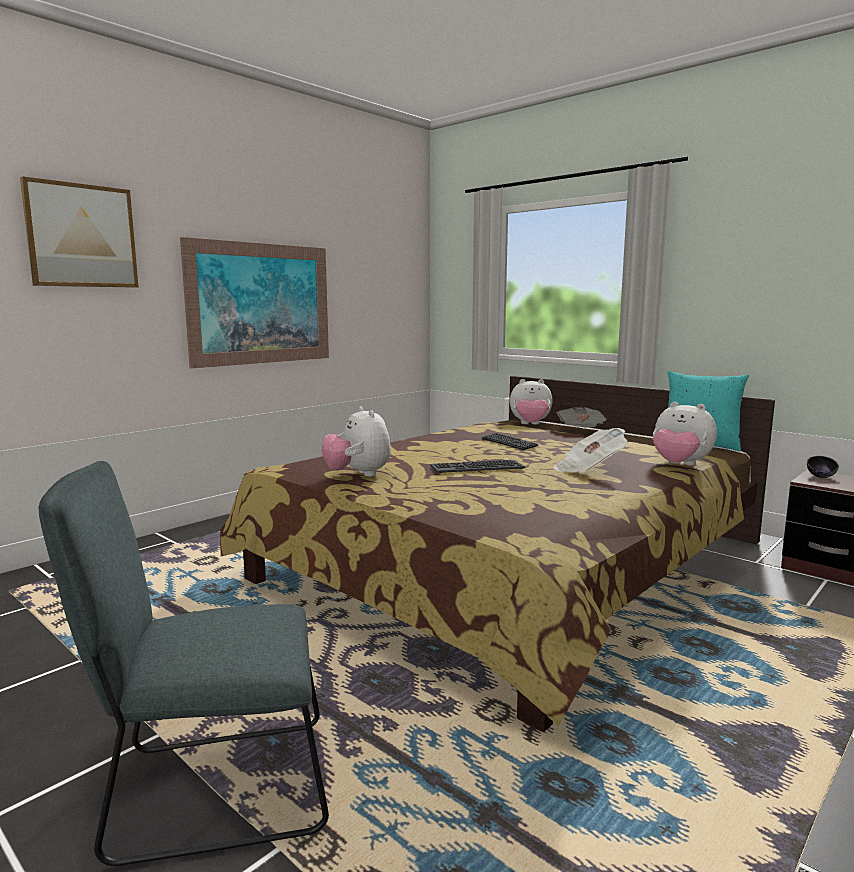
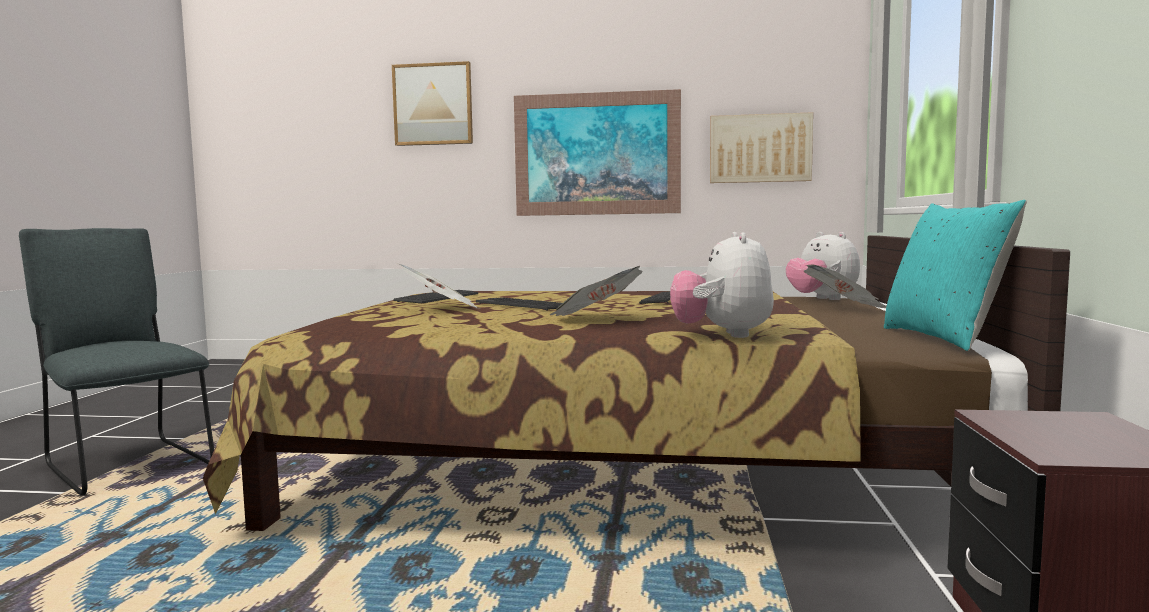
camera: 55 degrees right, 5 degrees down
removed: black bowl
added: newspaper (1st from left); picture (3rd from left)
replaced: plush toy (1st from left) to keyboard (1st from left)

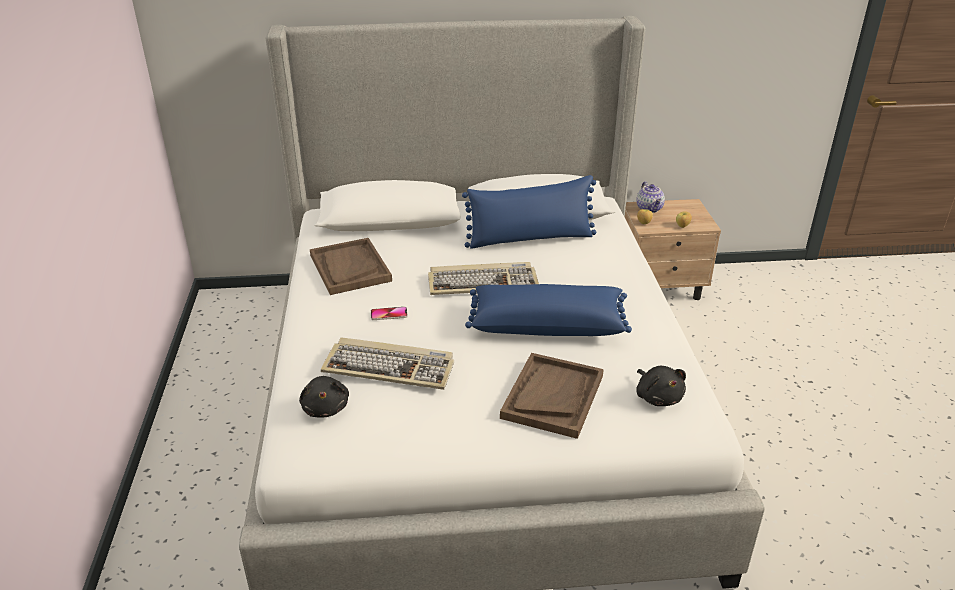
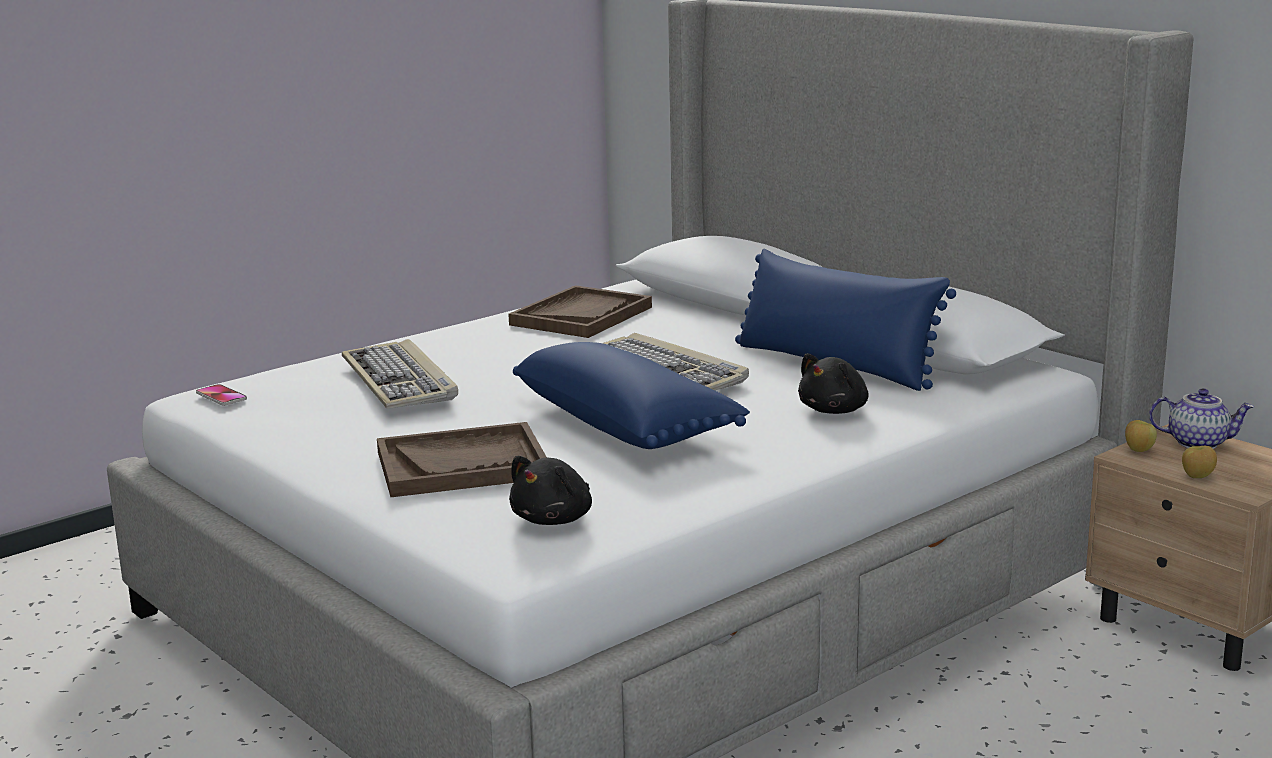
camera: 55 degrees right, 15 degrees down
moved: phone; black plush toy (1st from left in the first image) to black plush toy (2nd from left)
turned: teapot 120 degrees counterclockwise

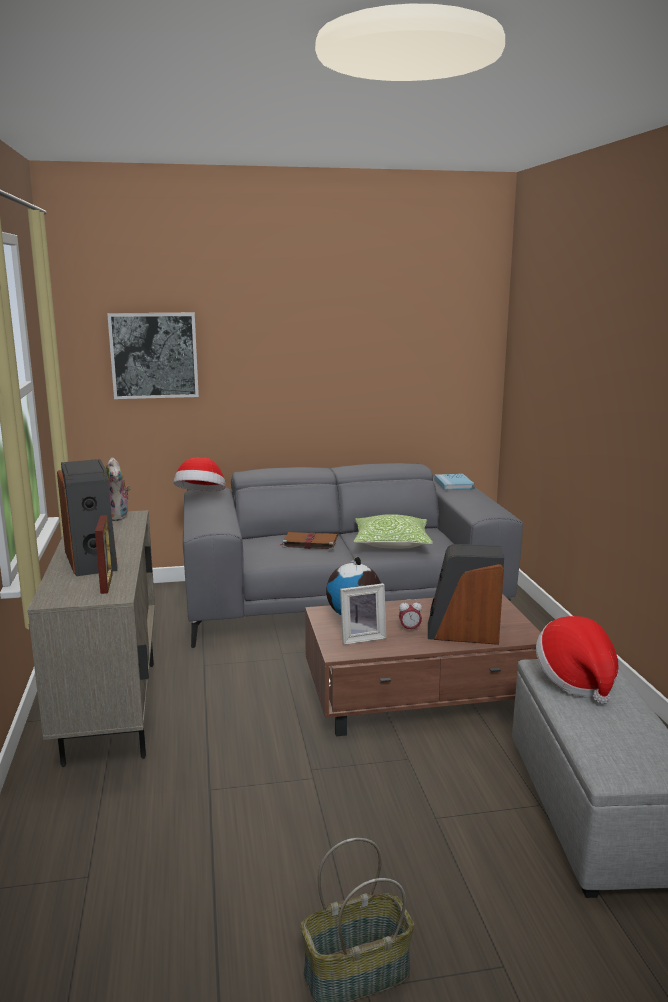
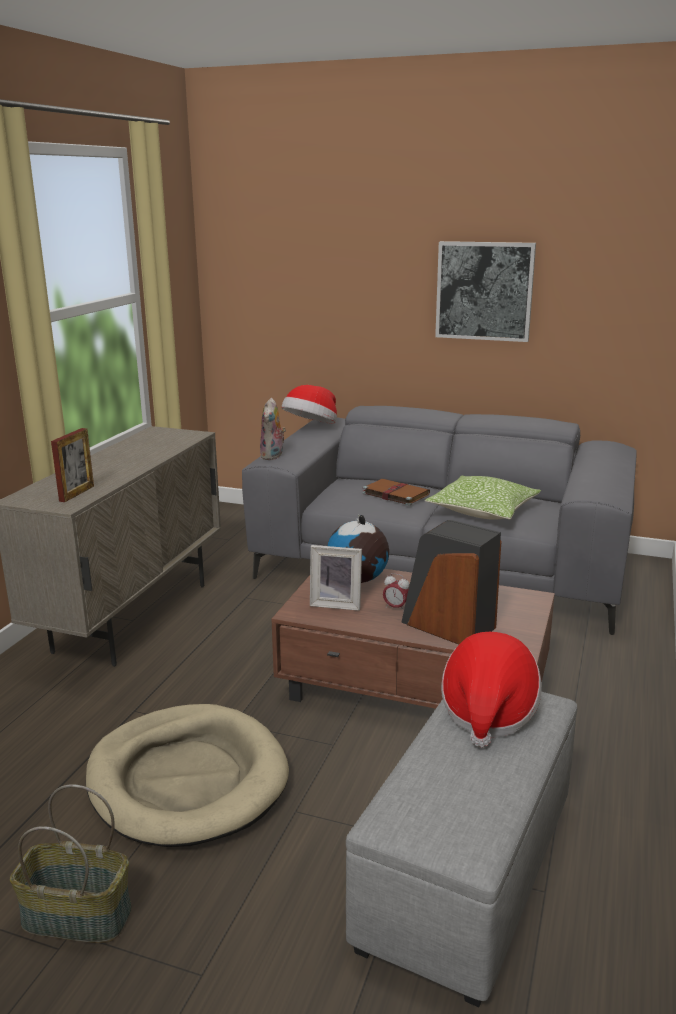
camera: 30 degrees right, 5 degrees up
removed: speaker (1st from left); blue book
added: beige dog bed
moved: plush toy; picture

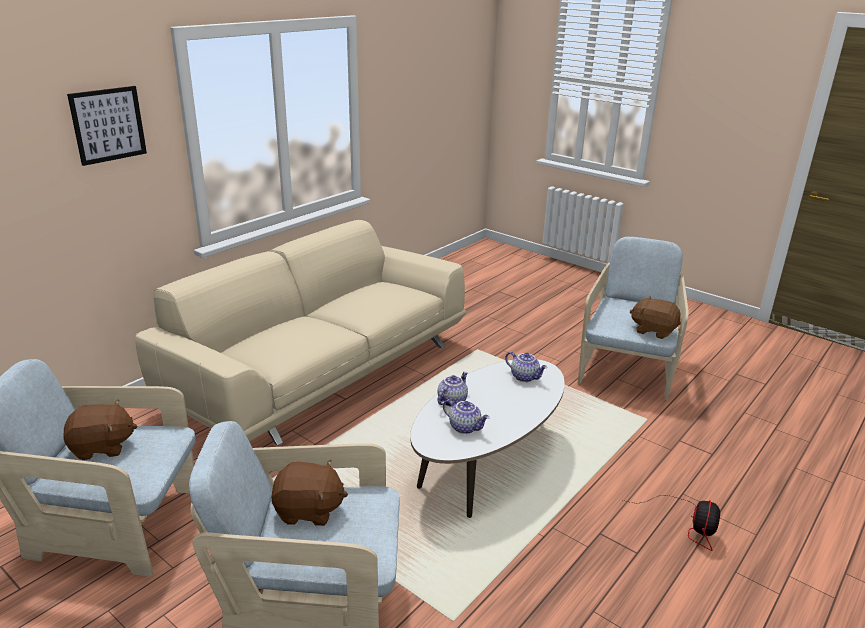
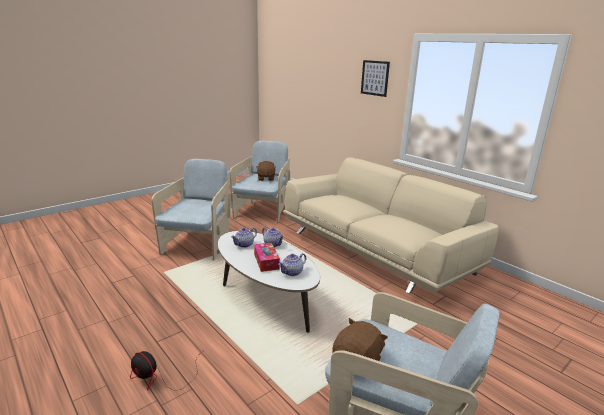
camera: 100 degrees right, 5 degrees down
removed: brown plush toy (2nd from left)
added: tissue box

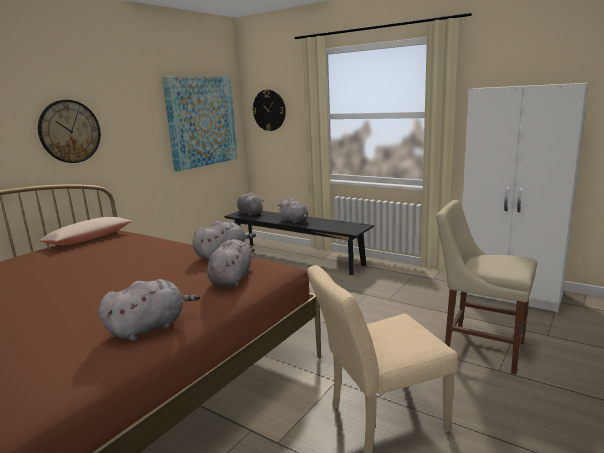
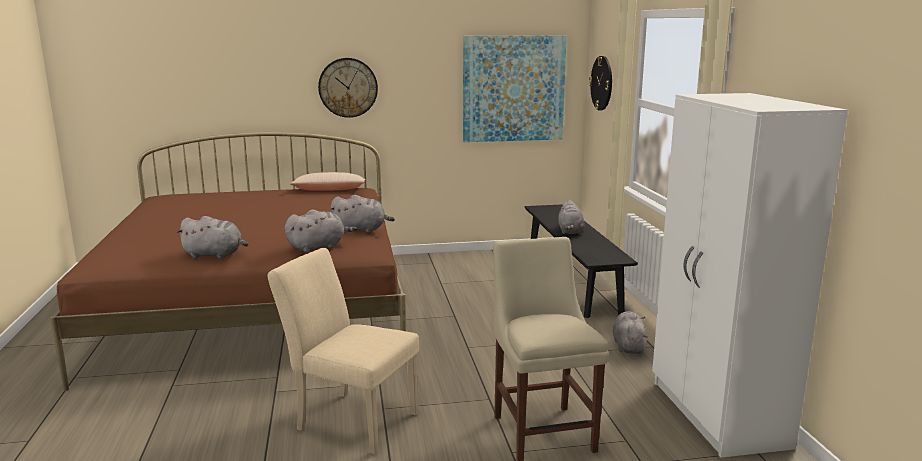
camera: 45 degrees right, 0 degrees up
moved: grey plush toy (4th from left in the first image) to grey plush toy (5th from left)

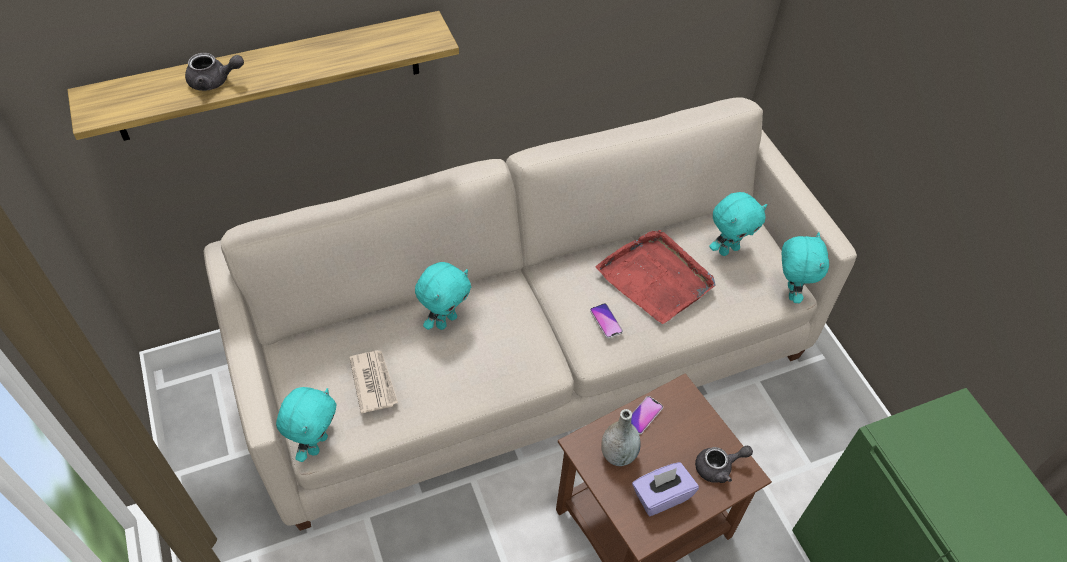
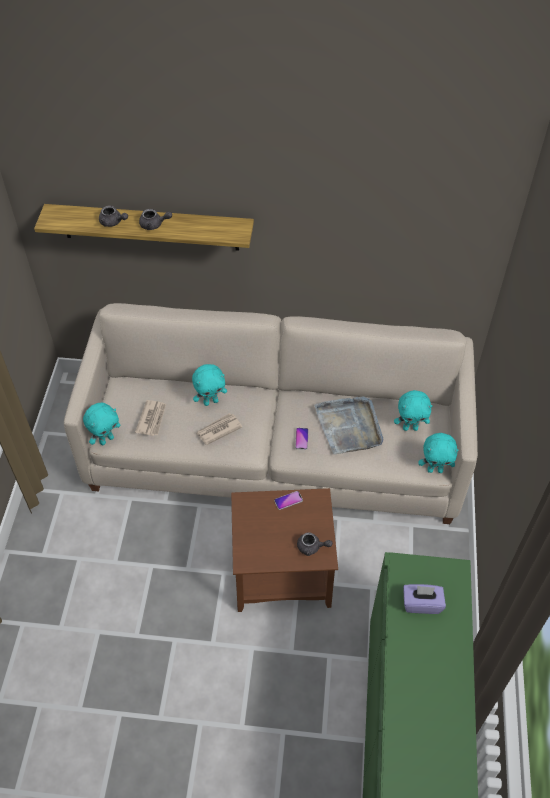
camera: 30 degrees right, 0 degrees up
removed: grey vase
added: grey teapot (2nd from left); newspaper (2nd from left)
moved: purple tissue box
recoloured: red tray to grey tray
turned: turquoise plush toy (4th from left) 60 degrees clockwise

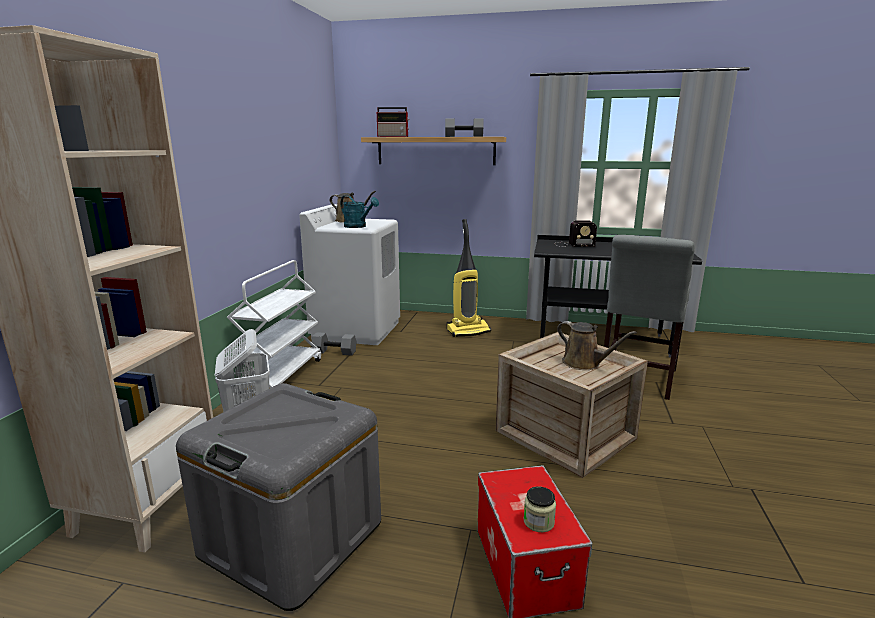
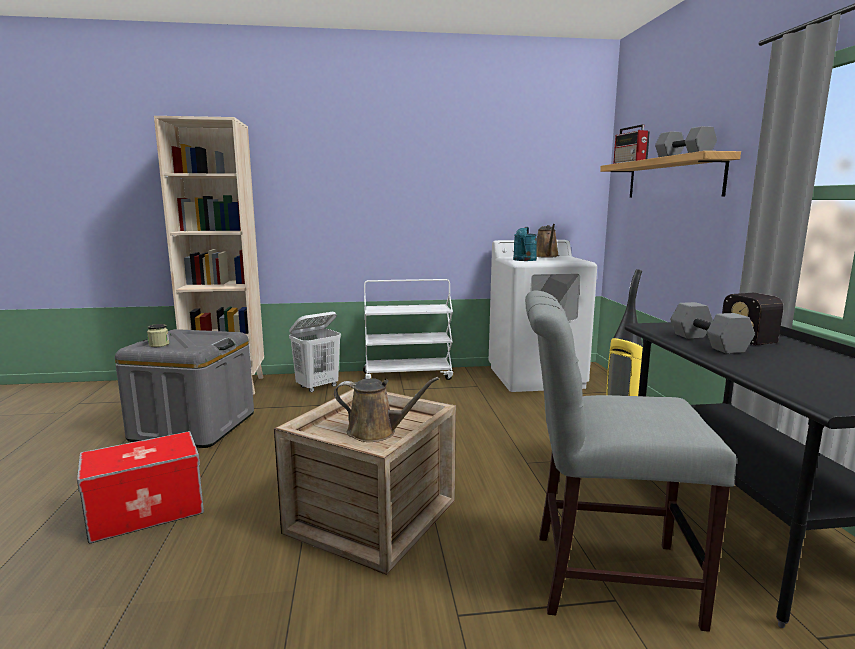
camera: 70 degrees right, 5 degrees down
moved: jar; grey dumbbell (1st from left in the first image) to grey dumbbell (2nd from left)
turned: brown watering can (2nd from left in the first image) 105 degrees counterclockwise

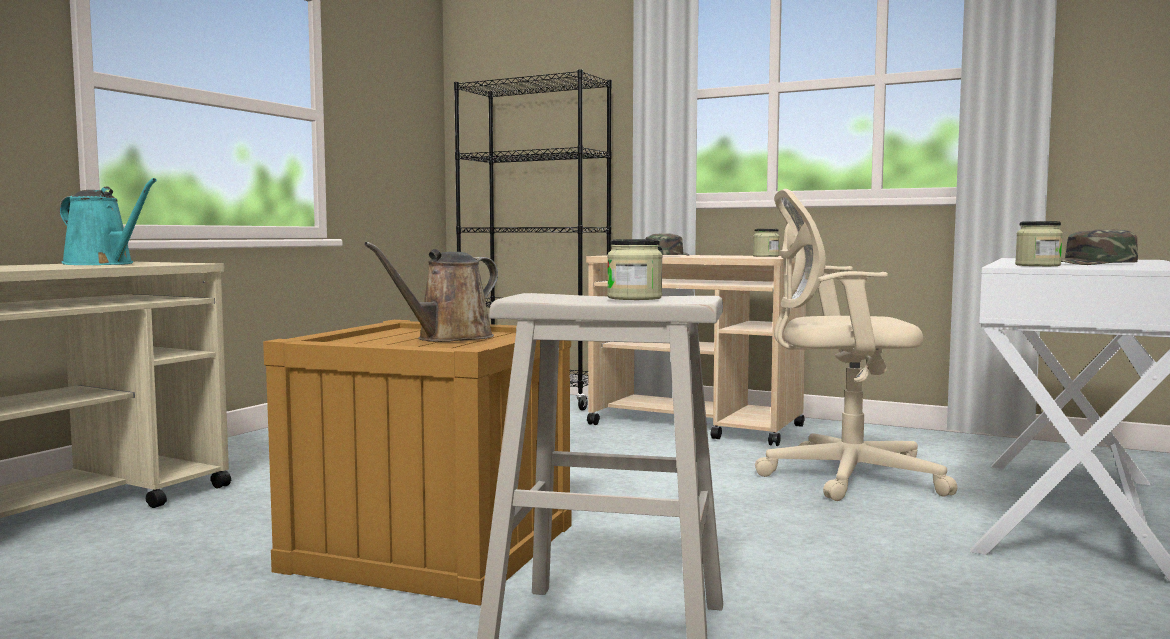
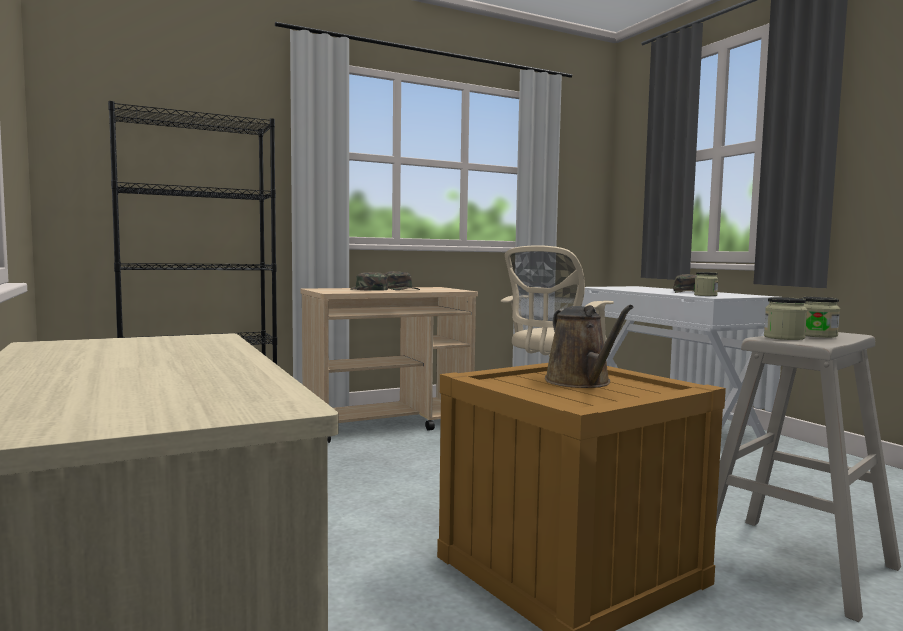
camera: 55 degrees left, 0 degrees up
removed: turquoise watering can
added: green cap (2nd from left)
moved: jar (2nd from left)

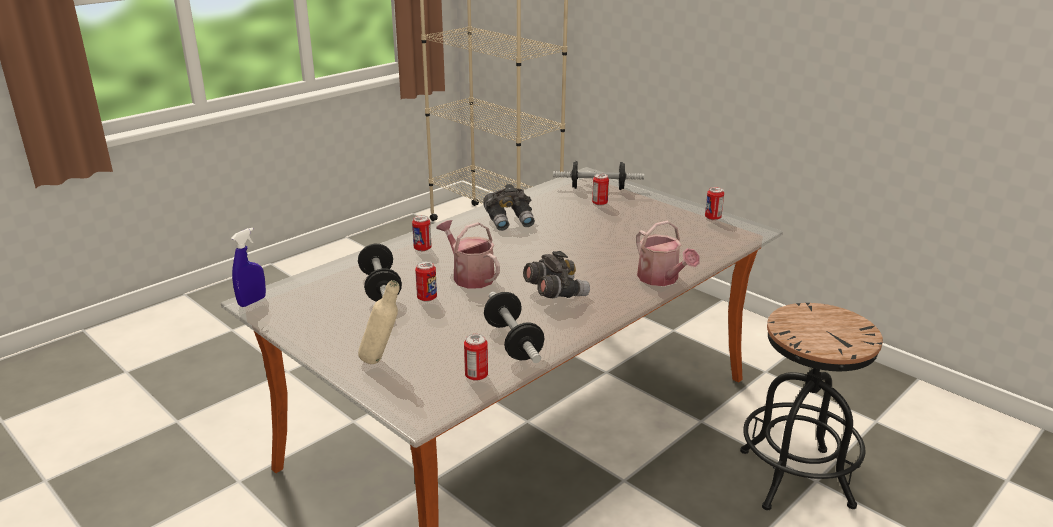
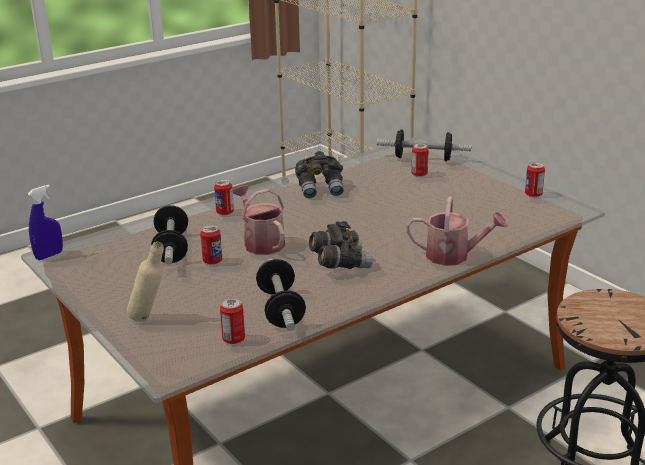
camera: 10 degrees right, 0 degrees up
turned: watering can (2nd from left) 60 degrees counterclockwise

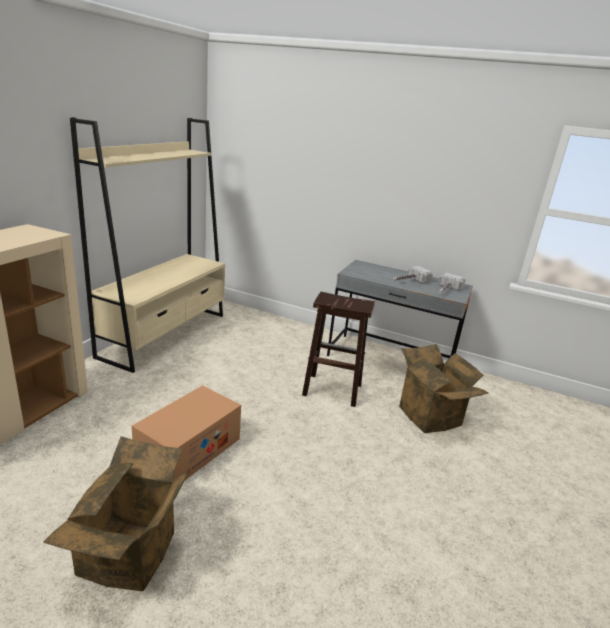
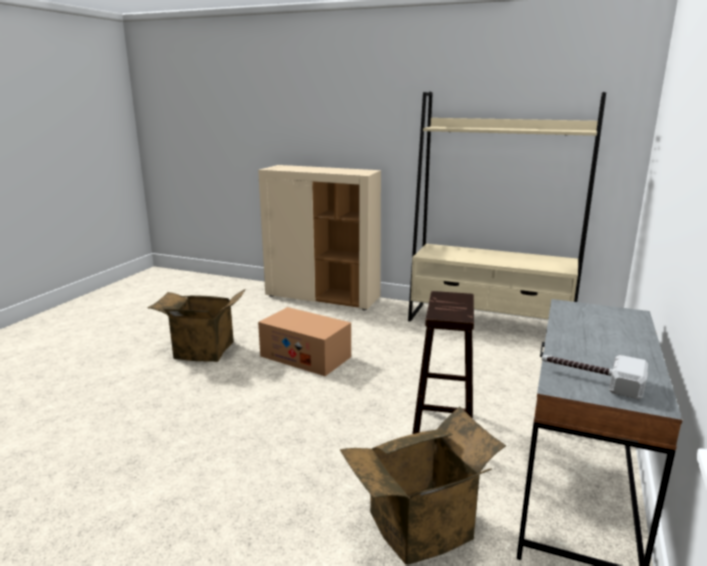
camera: 90 degrees right, 5 degrees down
removed: hammer (1st from left)

